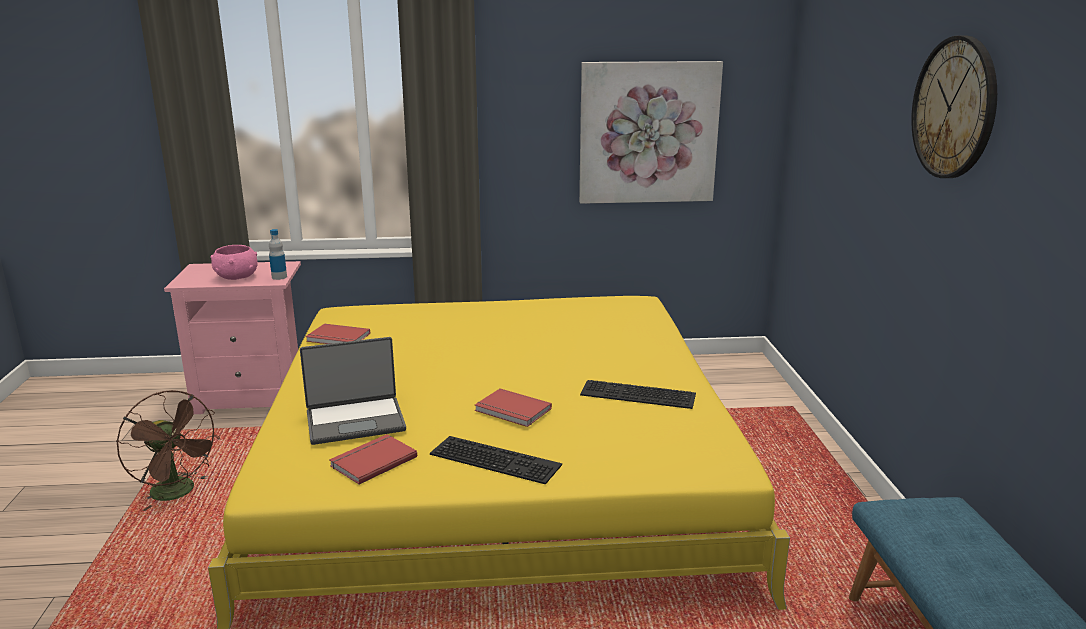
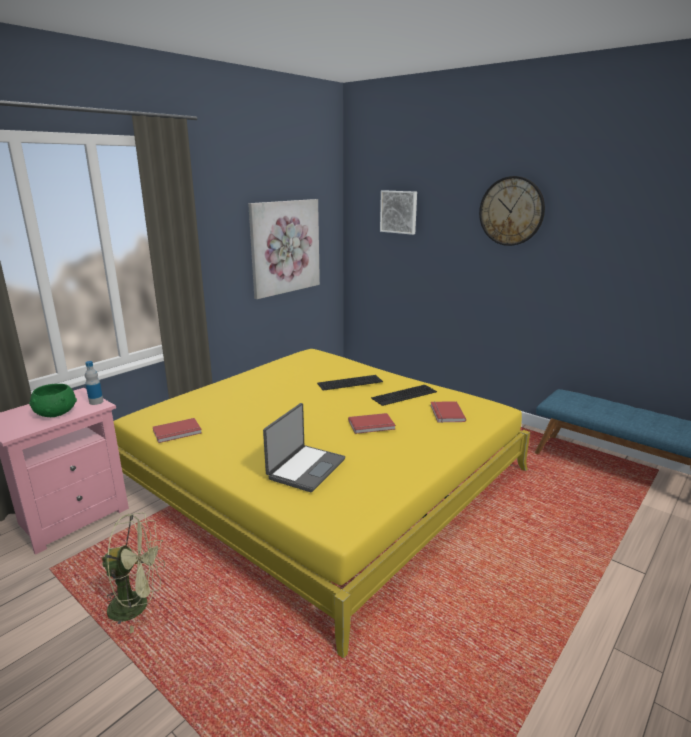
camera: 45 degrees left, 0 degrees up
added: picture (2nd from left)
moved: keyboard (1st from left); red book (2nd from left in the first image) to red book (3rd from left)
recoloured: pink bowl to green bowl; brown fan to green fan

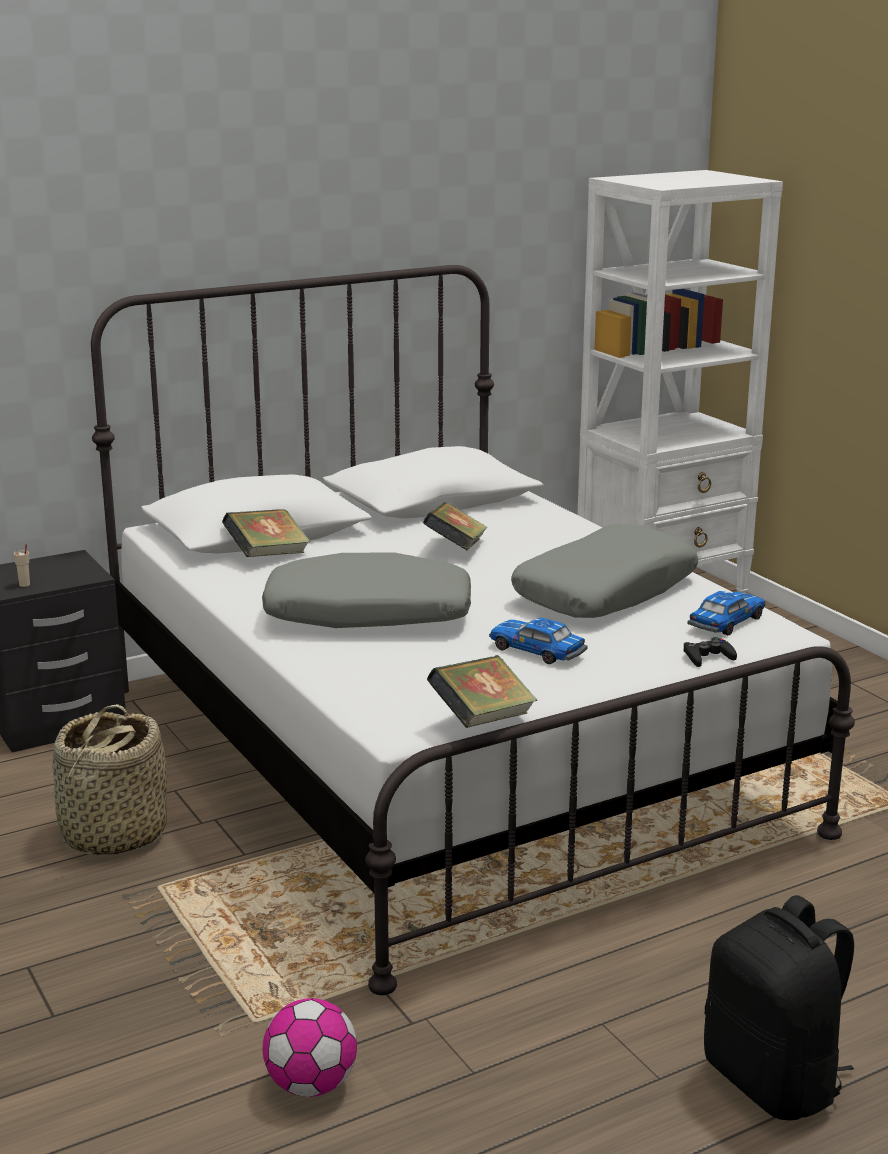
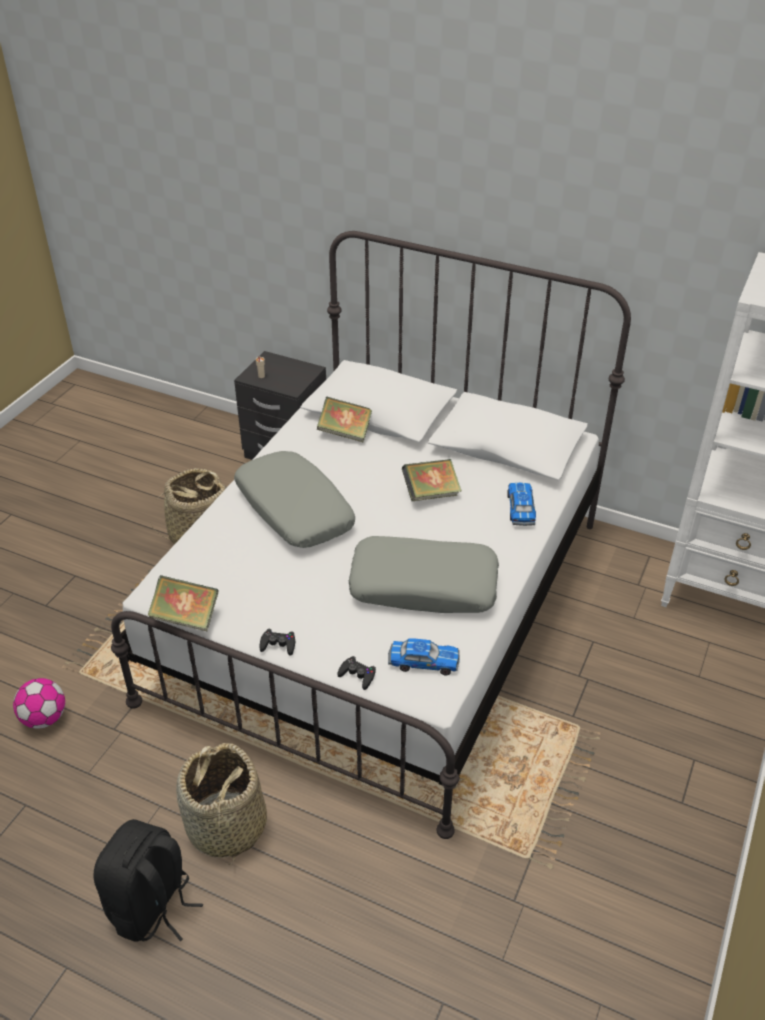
camera: 55 degrees right, 20 degrees up
added: basket (2nd from left); black game controller (1st from left)
moved: toy car (1st from left in the first image) to toy car (2nd from left)

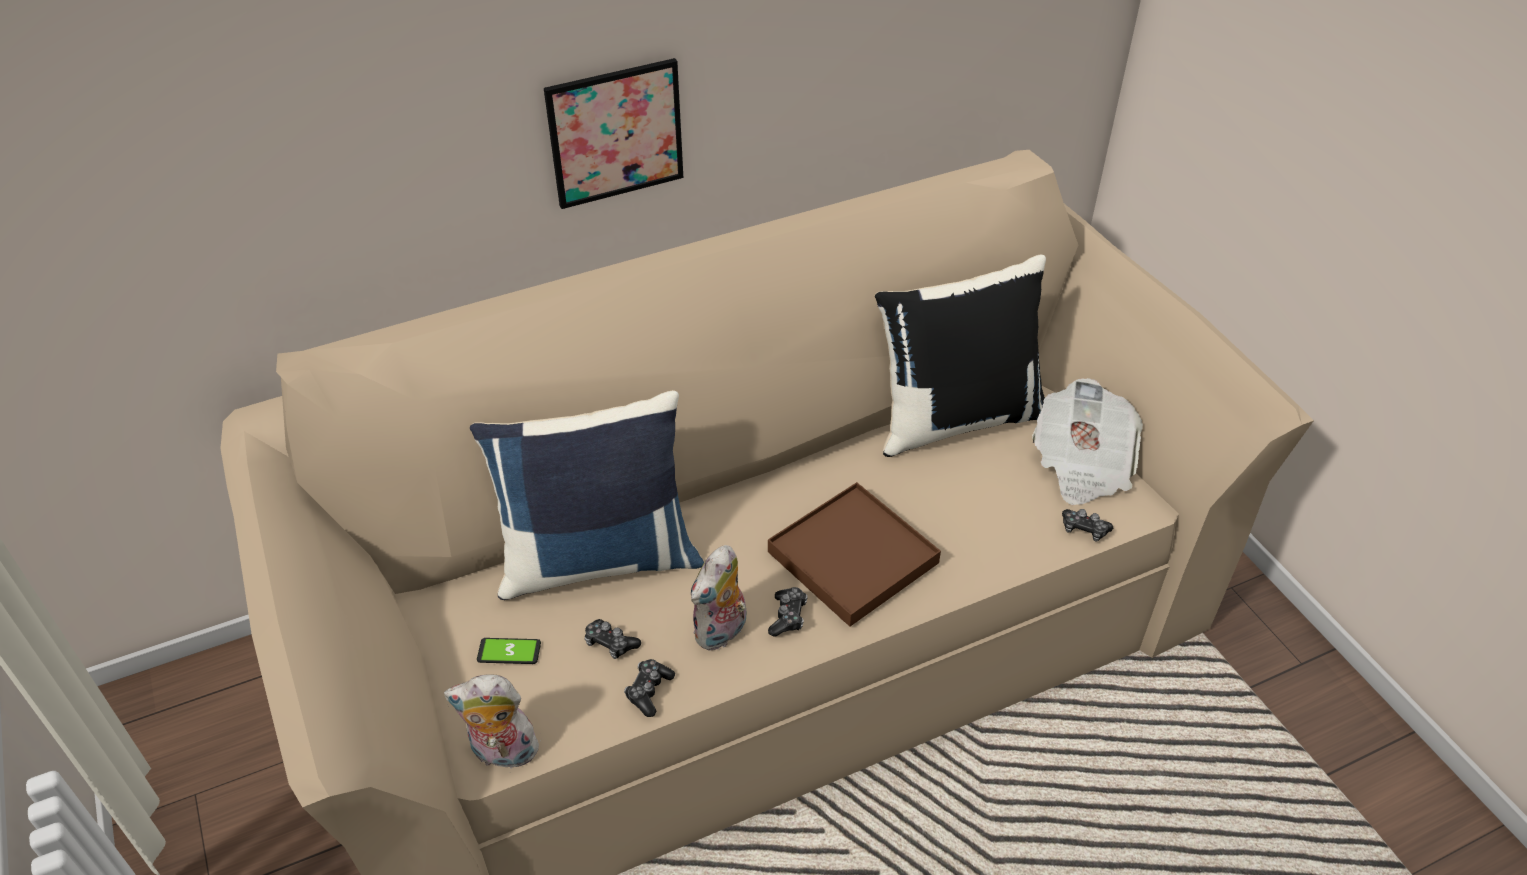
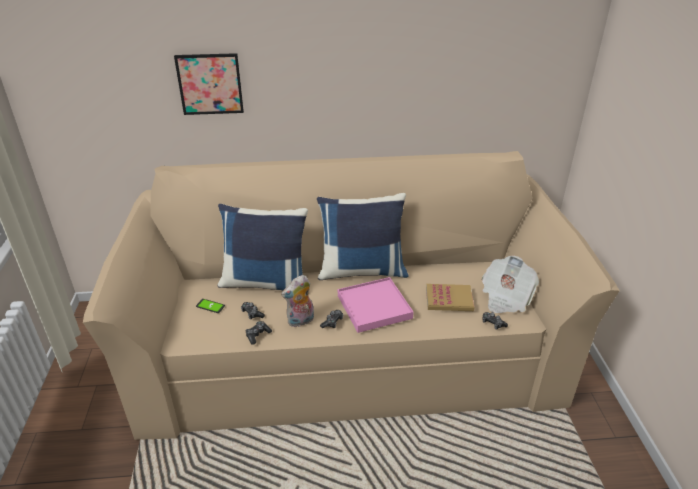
camera: 20 degrees right, 10 degrees down
removed: plush toy (1st from left); black pillow
added: blue pillow (2nd from left); book
moved: picture
recoloured: brown tray to pink tray

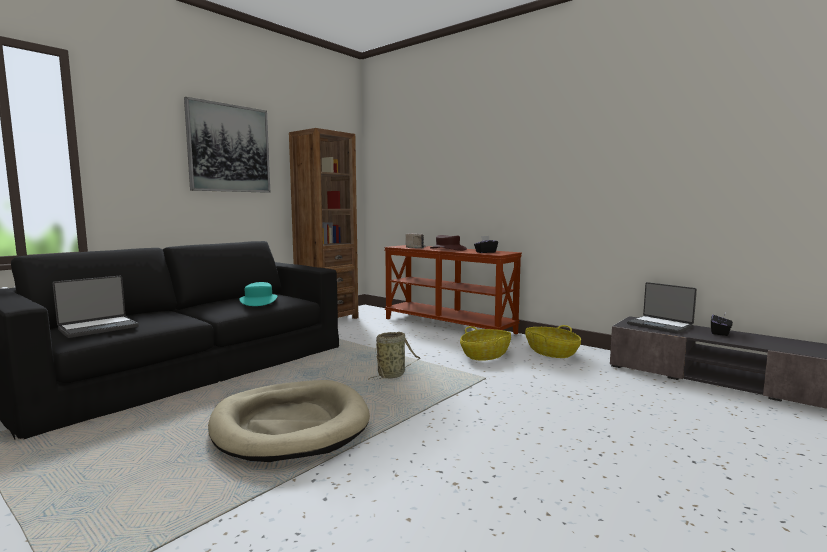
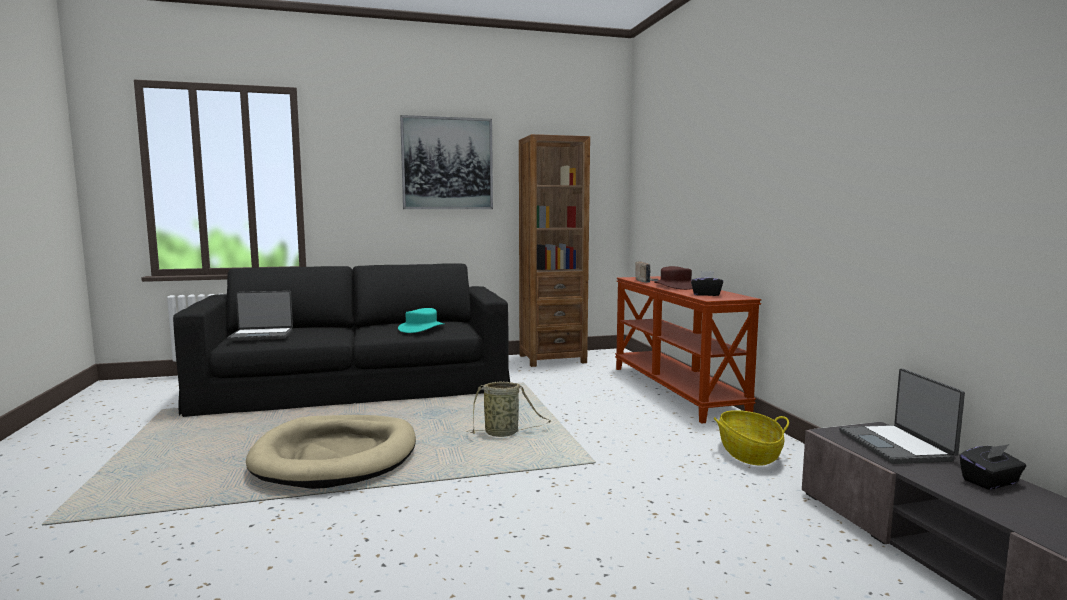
camera: 35 degrees right, 0 degrees up
removed: basket (2nd from left)

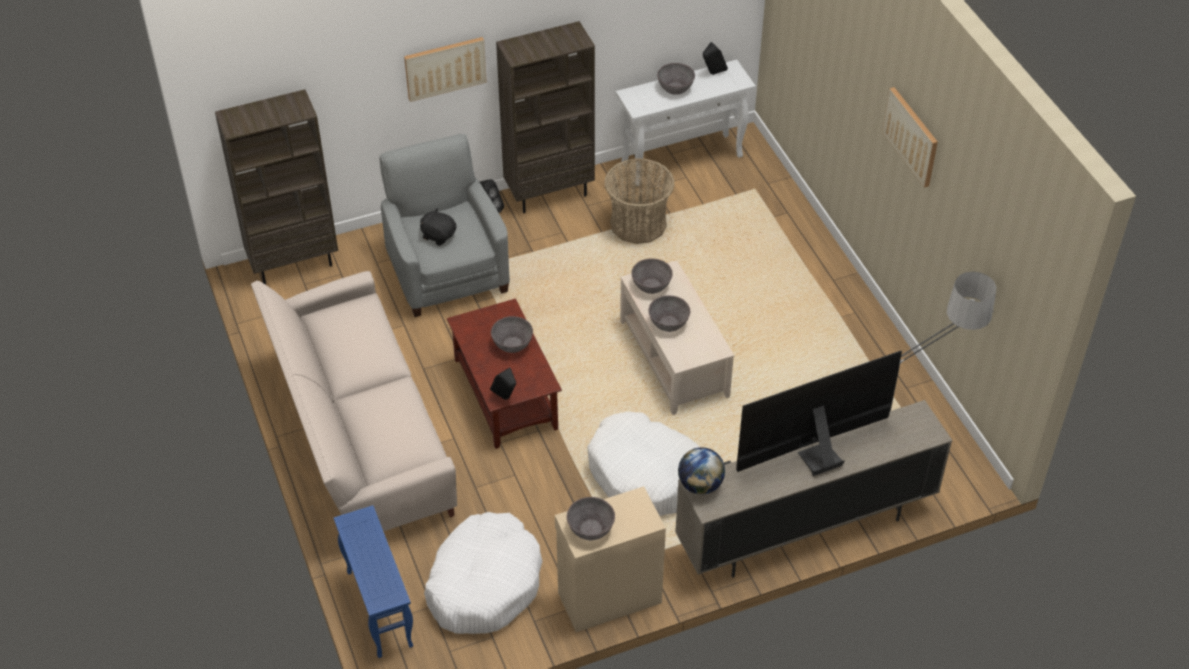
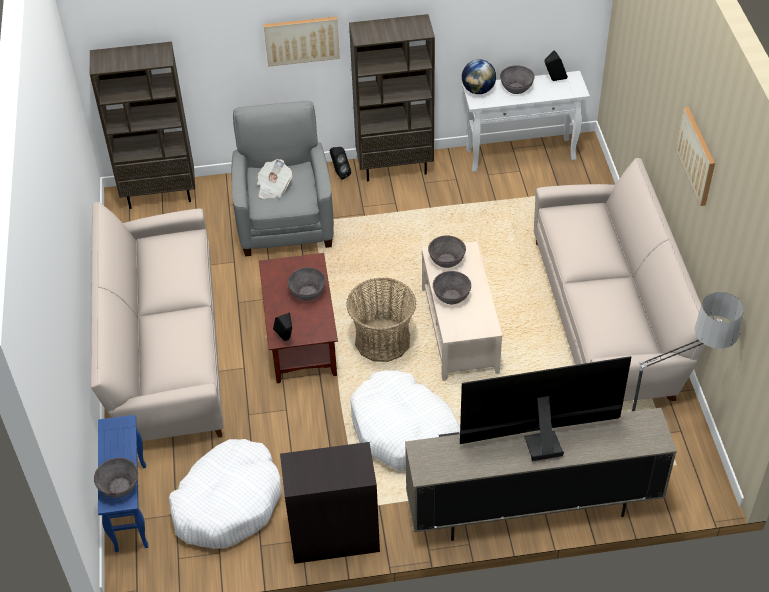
camera: 15 degrees right, 0 degrees up
added: beige sofa (2nd from left)
moved: grey bowl (2nd from left in the first image) to grey bowl (1st from left); basket; globe
replaced: black plush toy to newspaper
recoloured: beige cabinet to black cabinet

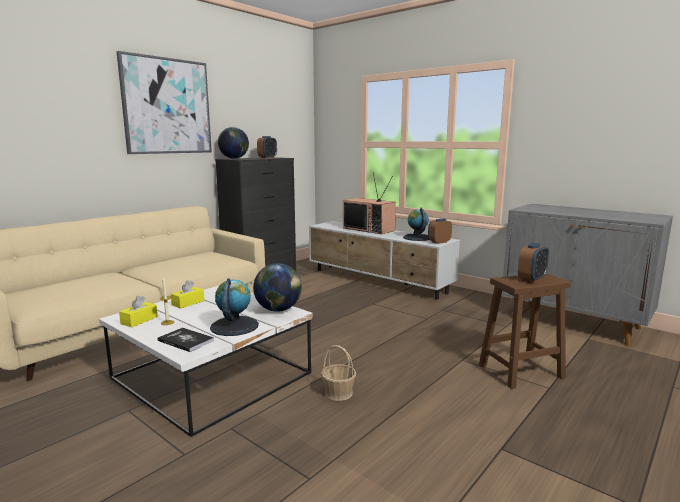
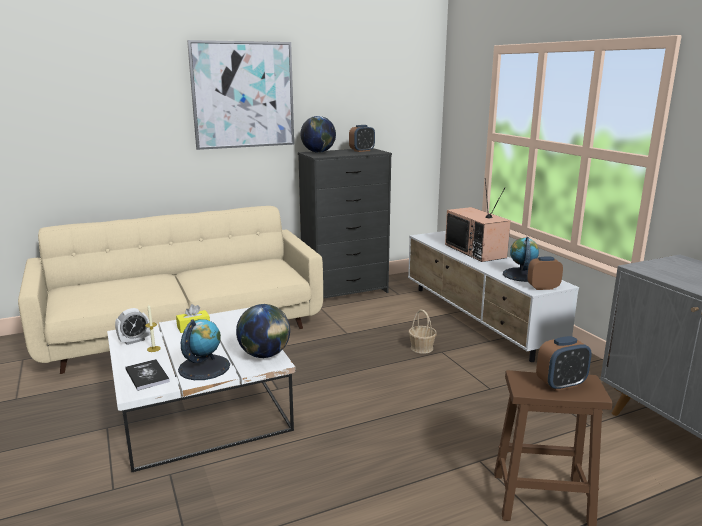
camera: 25 degrees right, 5 degrees up
moved: basket
replaced: yellow tissue box (1st from left) to alarm clock (1st from left)

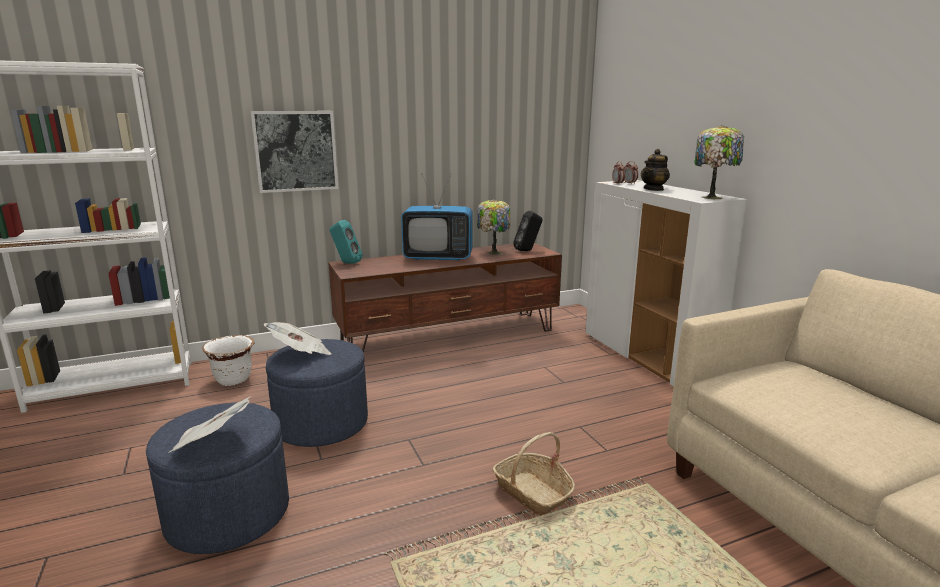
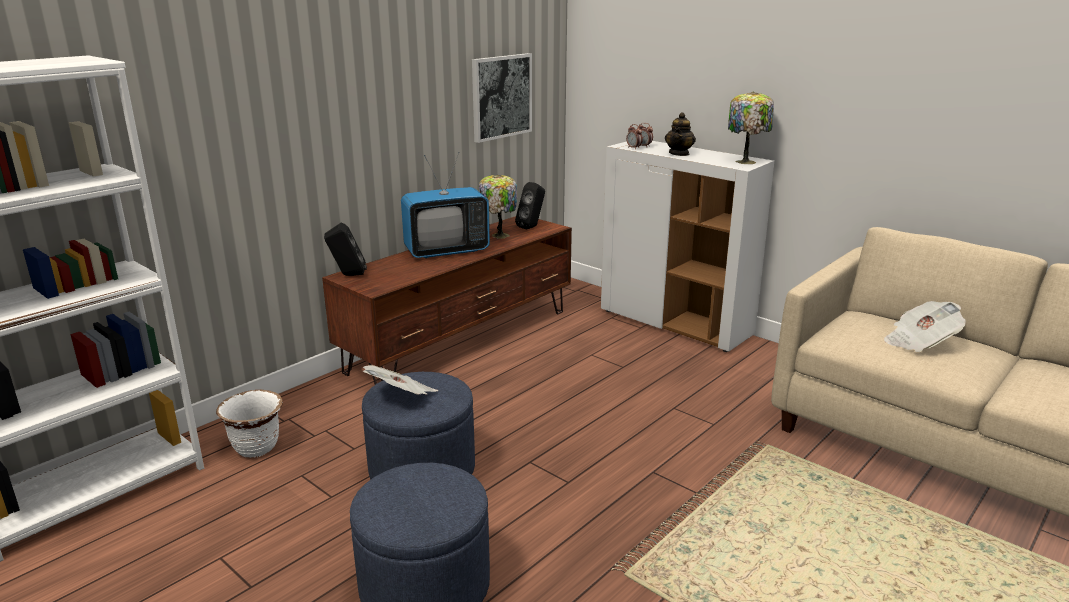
camera: 25 degrees left, 5 degrees up
removed: basket
moved: picture; newspaper (1st from left in the first image) to newspaper (2nd from left)
recoloured: turquoise speaker to black speaker (1st from left)

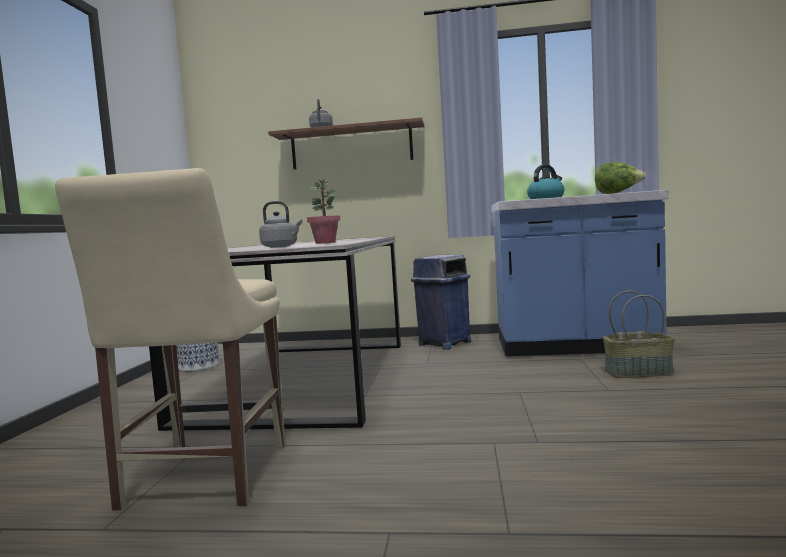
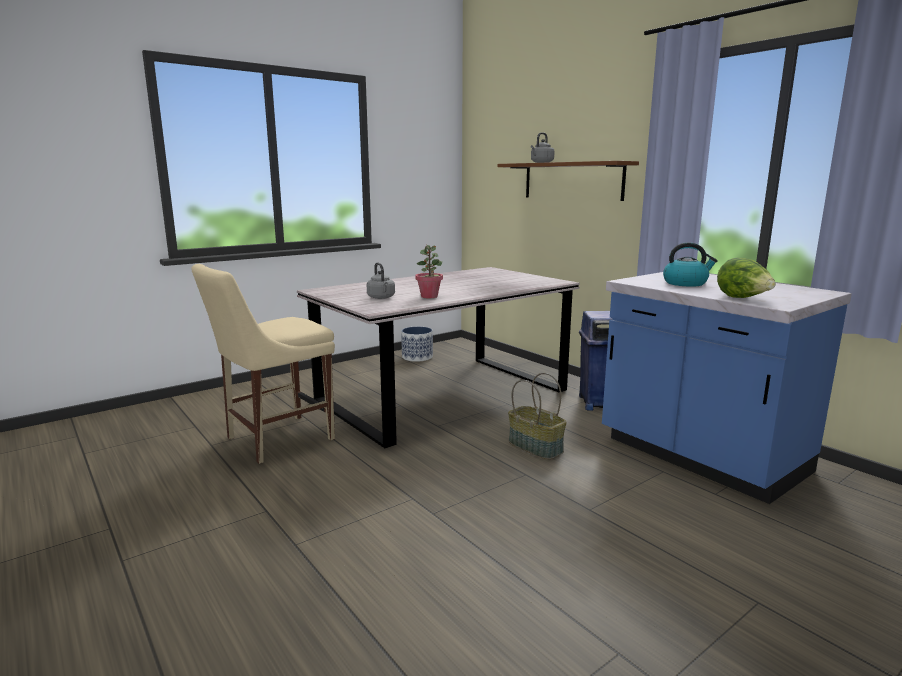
camera: 45 degrees right, 10 degrees up
moved: basket

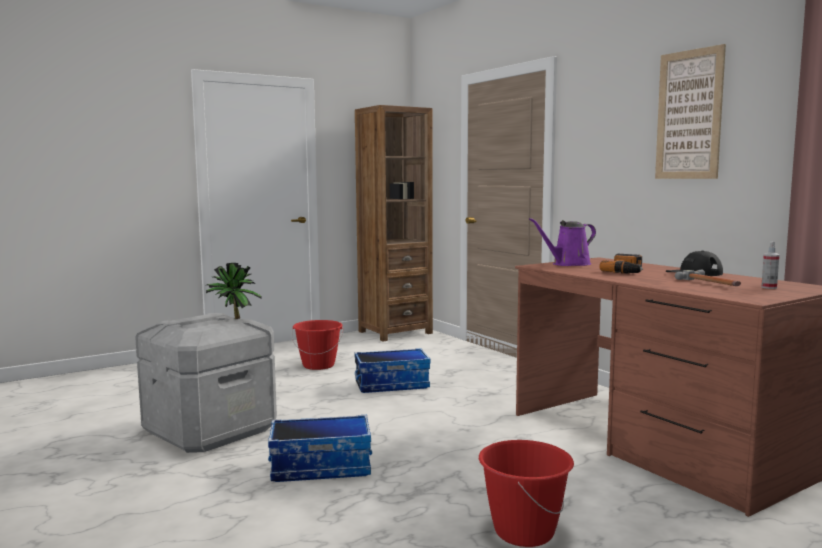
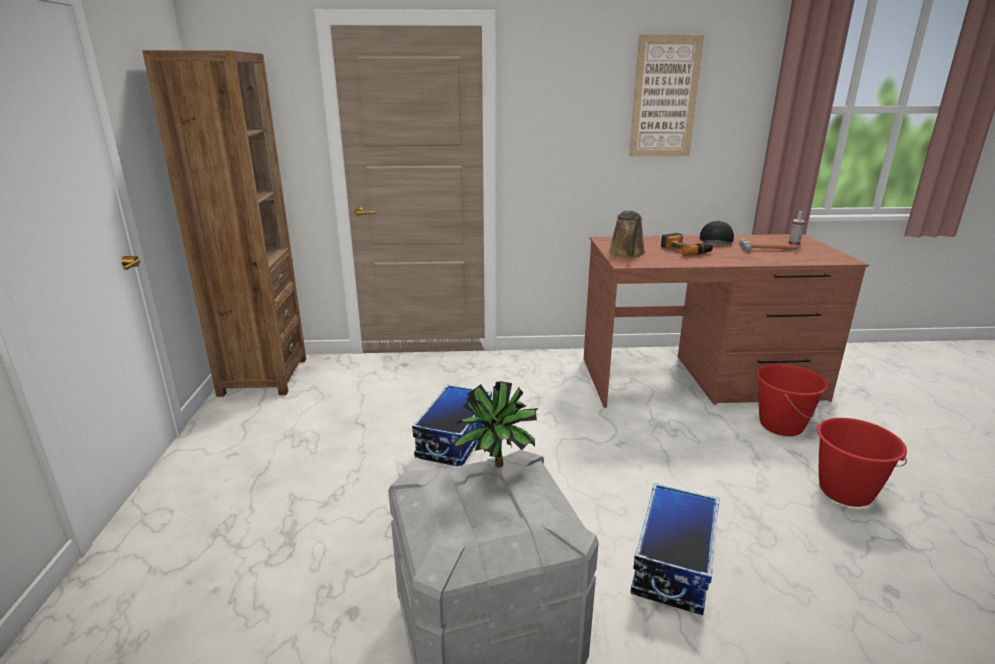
camera: 60 degrees left, 15 degrees up
moved: red bucket (1st from left)
recoloured: purple watering can to brown watering can

